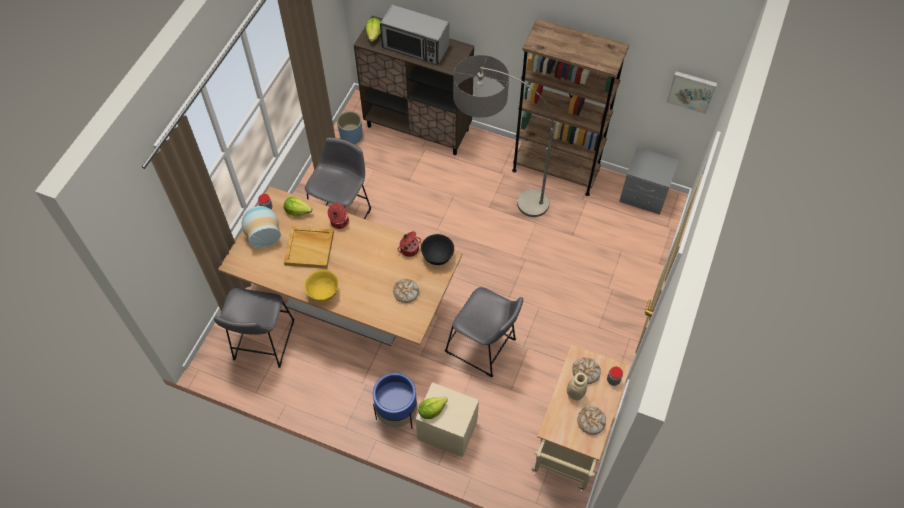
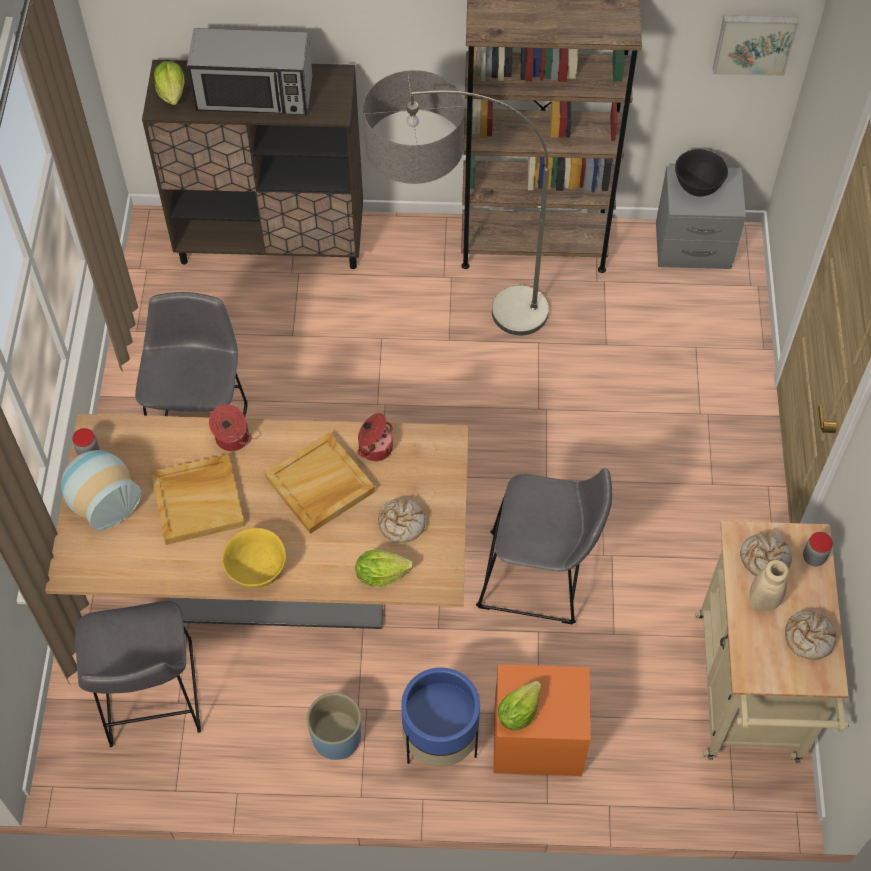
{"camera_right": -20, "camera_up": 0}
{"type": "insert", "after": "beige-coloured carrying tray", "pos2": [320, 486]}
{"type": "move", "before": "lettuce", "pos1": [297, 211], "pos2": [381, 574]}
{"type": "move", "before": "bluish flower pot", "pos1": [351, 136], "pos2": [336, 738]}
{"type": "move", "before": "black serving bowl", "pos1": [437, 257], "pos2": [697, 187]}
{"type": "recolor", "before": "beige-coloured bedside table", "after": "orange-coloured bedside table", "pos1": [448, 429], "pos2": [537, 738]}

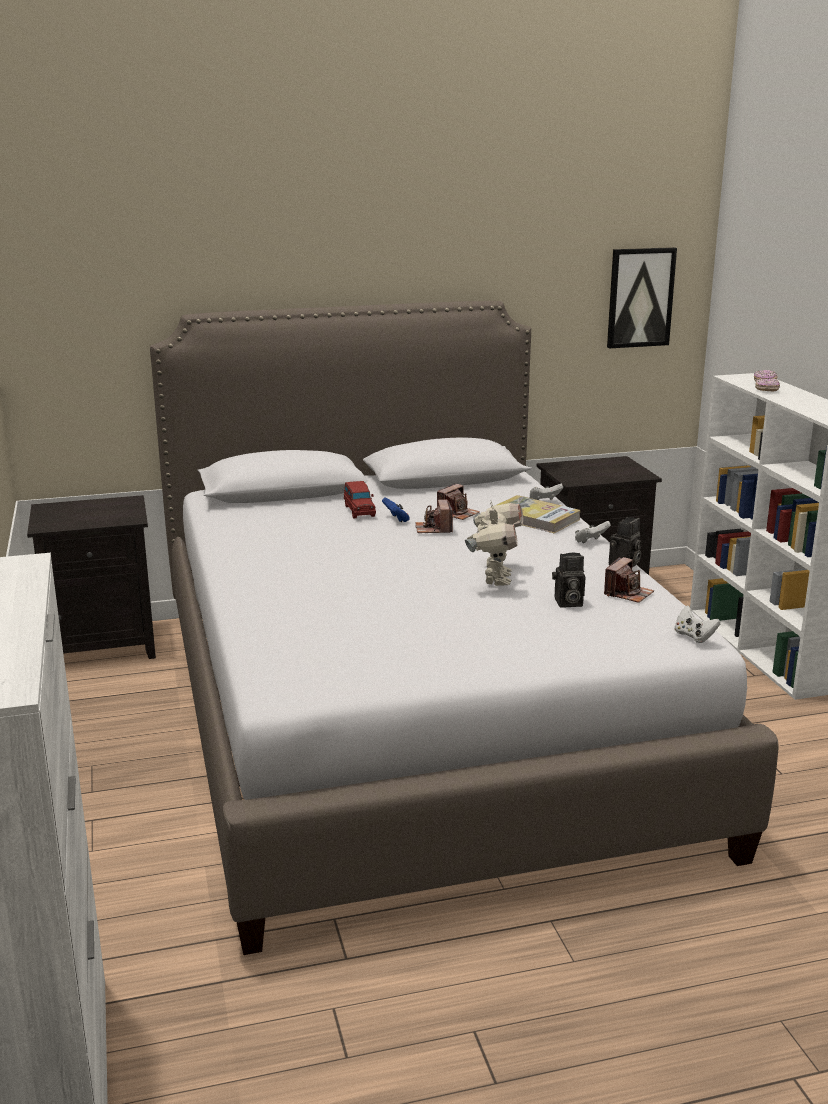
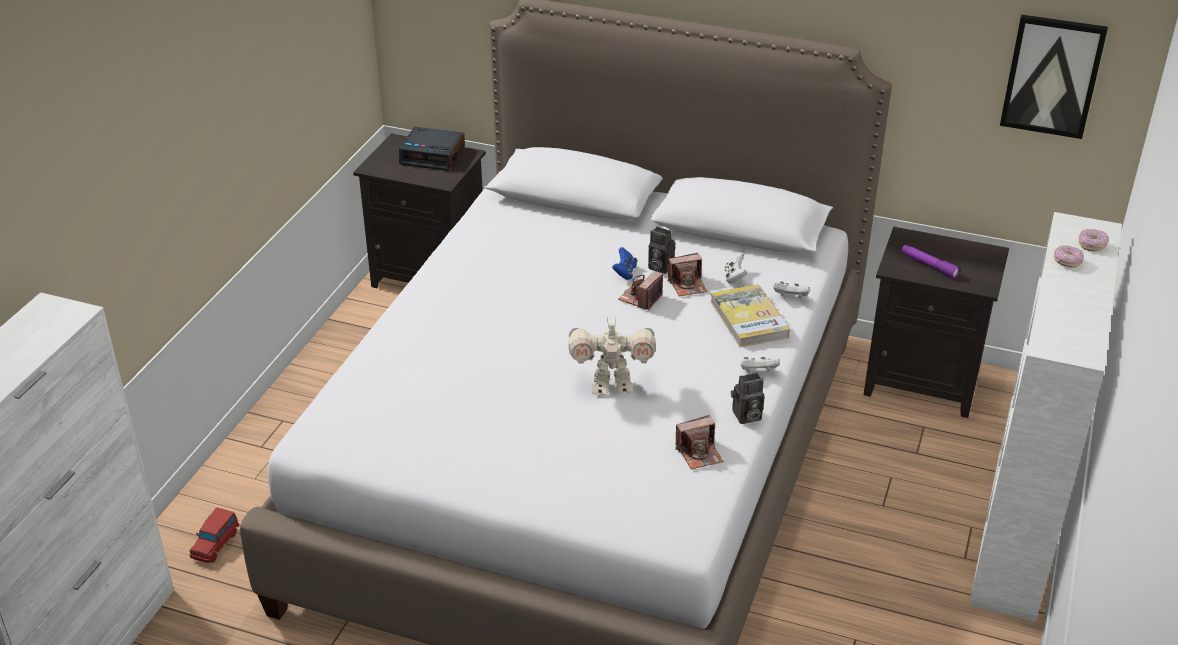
{"camera_right": 35, "camera_up": 15}
{"type": "insert", "after": "bedside clock", "pos2": [433, 155]}
{"type": "insert", "after": "purplish flashlight", "pos2": [928, 265]}
{"type": "move", "before": "red-coloured miniature car", "pos1": [359, 510], "pos2": [216, 544]}
{"type": "move", "before": "photo camera", "pos1": [567, 603], "pos2": [659, 267]}
{"type": "move", "before": "whitish gamepad", "pos1": [694, 636], "pos2": [734, 277]}
{"type": "rotate", "before": "robot figure", "pos1": [494, 579], "pos2": [611, 385], "turn": 45}

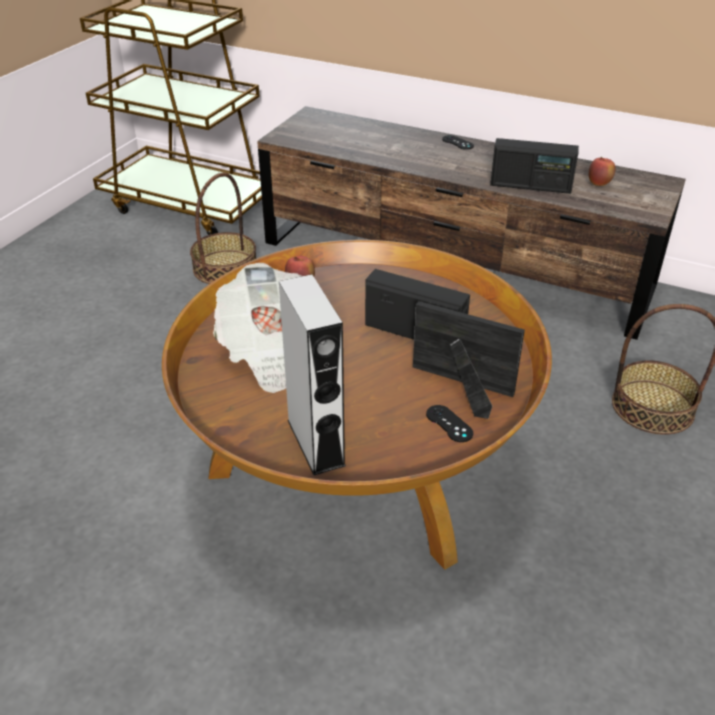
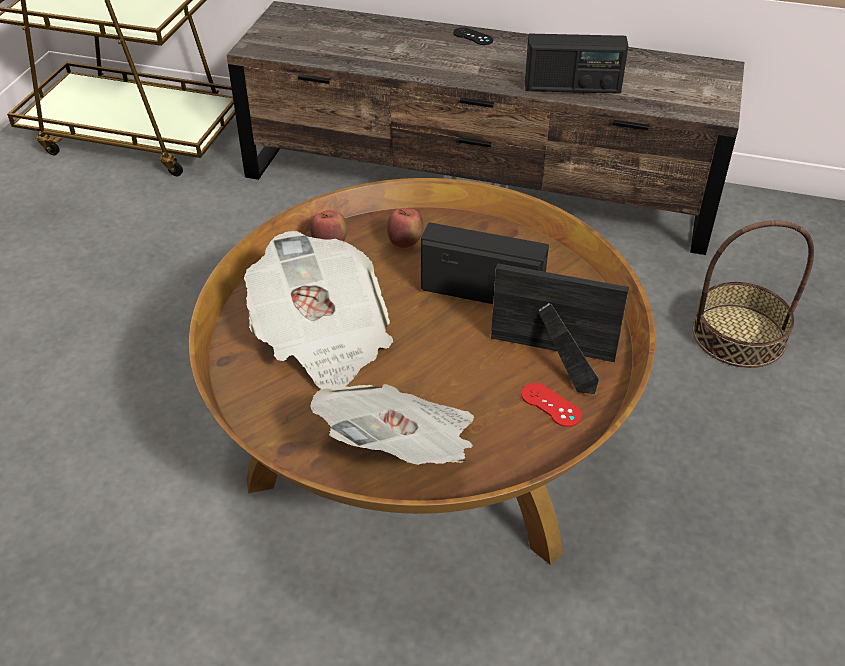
{"camera_right": -10, "camera_up": 5}
{"type": "delete", "before": "household basket", "pos1": [225, 268]}
{"type": "move", "before": "apple", "pos1": [599, 184], "pos2": [405, 243]}
{"type": "replace", "before": "gray loudspeaker", "after": "daily paper", "pos1": [315, 442], "pos2": [402, 449]}
{"type": "recolor", "before": "black gamepad", "after": "red-coloured gamepad", "pos1": [449, 424], "pos2": [550, 405]}

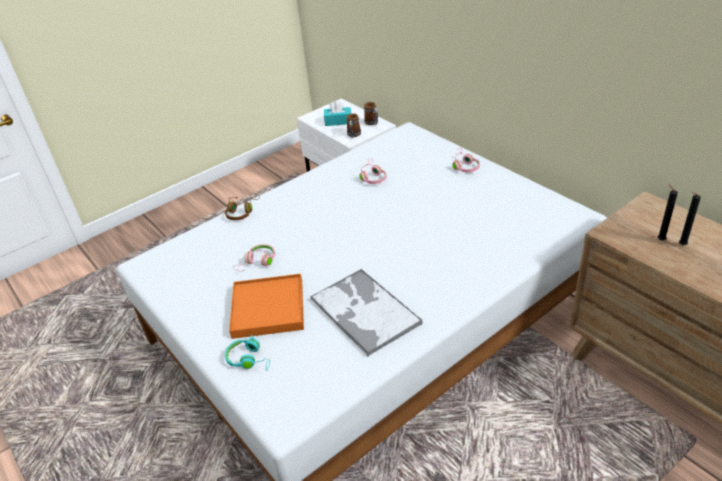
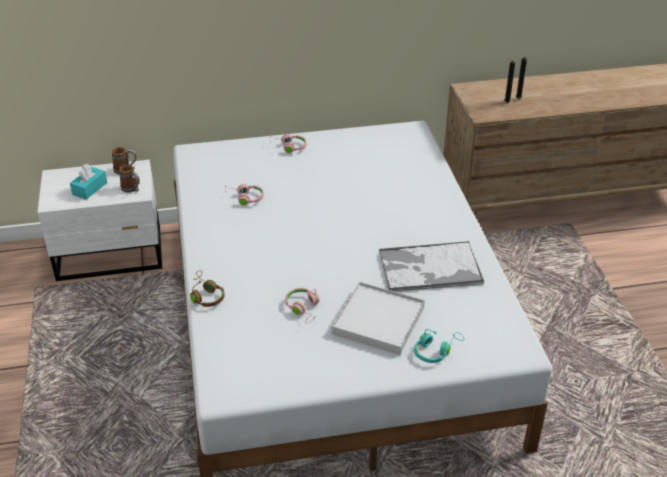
{"camera_right": -65, "camera_up": 0}
{"type": "recolor", "before": "orange-coloured carrying tray", "after": "whitish carrying tray", "pos1": [268, 309], "pos2": [378, 321]}

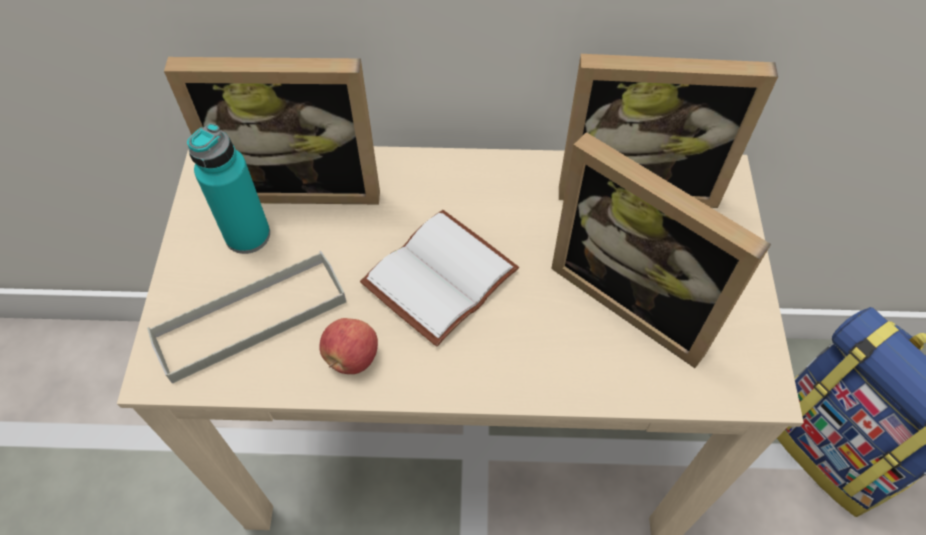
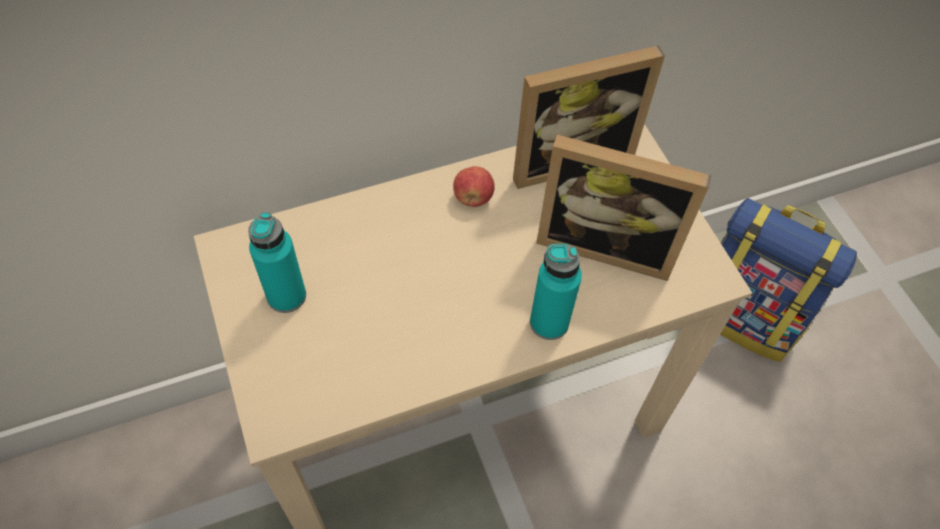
{"camera_right": -25, "camera_up": 0}
{"type": "delete", "before": "gray carrying tray", "pos1": [251, 319]}
{"type": "delete", "before": "picture frame", "pos1": [303, 182]}
{"type": "delete", "before": "whitish book", "pos1": [438, 274]}
{"type": "insert", "after": "blue-green beverage bottle", "pos2": [549, 323]}
{"type": "move", "before": "apple", "pos1": [351, 357], "pos2": [473, 198]}

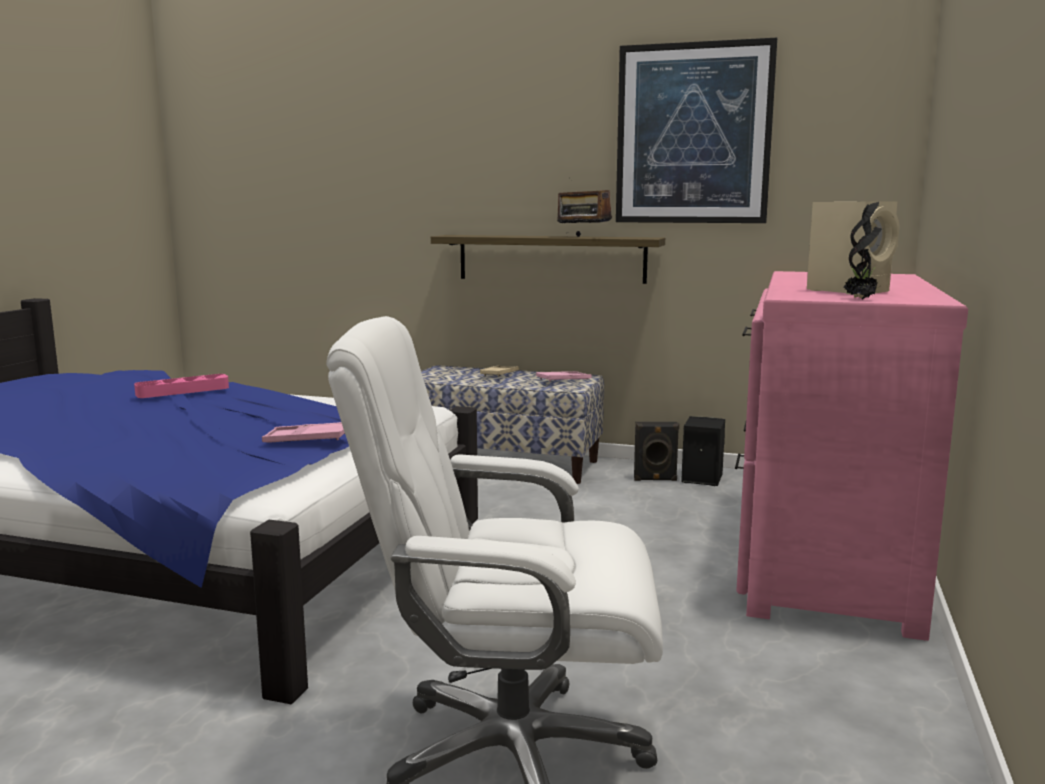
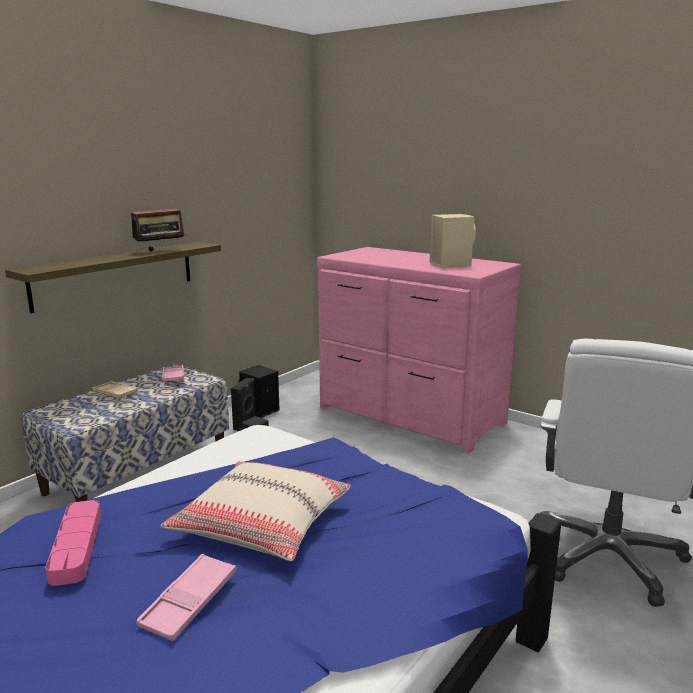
{"camera_right": -70, "camera_up": 5}
{"type": "delete", "before": "wall art", "pos1": [693, 134]}
{"type": "delete", "before": "potted plant", "pos1": [861, 299]}
{"type": "insert", "after": "beige-coloured cushion", "pos2": [261, 524]}
{"type": "move", "before": "pink carrying tray", "pos1": [307, 439], "pos2": [189, 602]}

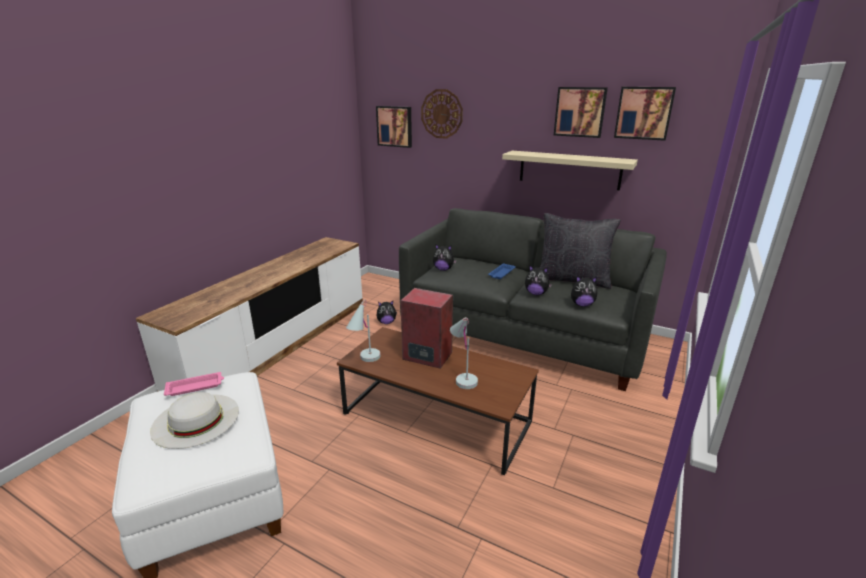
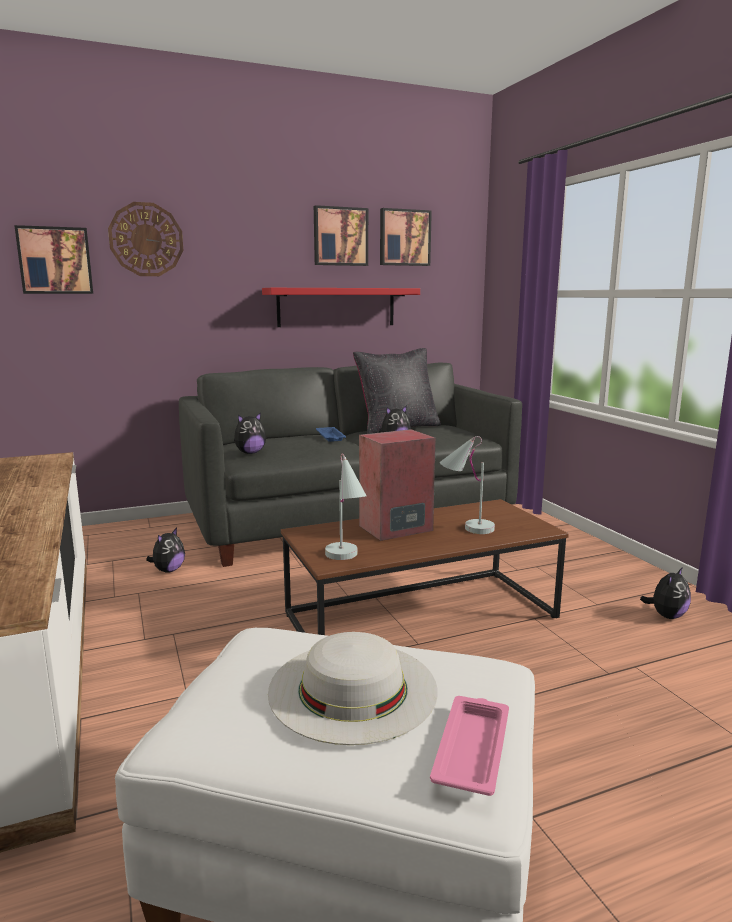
{"camera_right": -50, "camera_up": -10}
{"type": "move", "before": "pink carrying tray", "pos1": [195, 387], "pos2": [472, 749]}
{"type": "move", "before": "cuddly toy", "pos1": [582, 304], "pos2": [666, 616]}
{"type": "recolor", "before": "beige-coloured bracket shelf", "after": "red-coloured bracket shelf", "pos1": [569, 170], "pos2": [336, 307]}

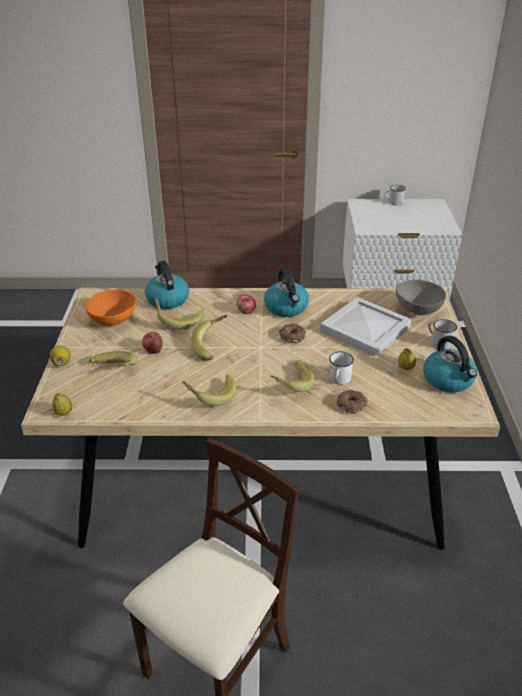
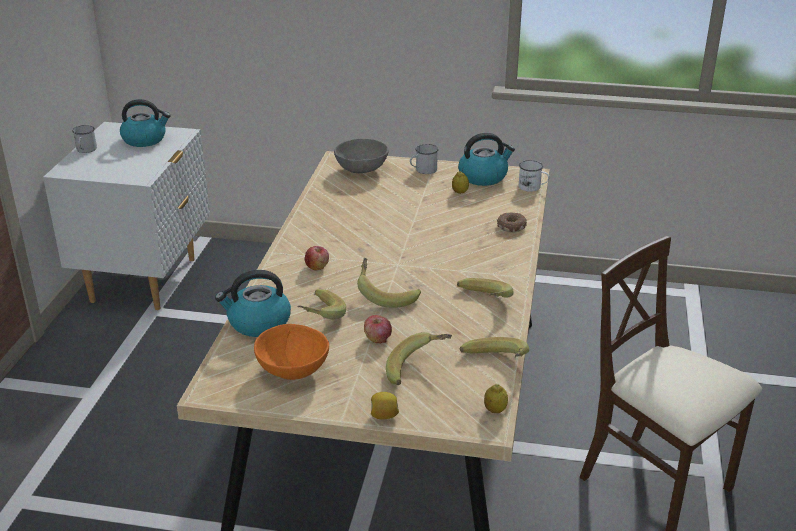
{"camera_right": -80, "camera_up": -5}
{"type": "delete", "before": "doughnut", "pos1": [292, 336]}
{"type": "delete", "before": "whitish carrying tray", "pos1": [366, 329]}
{"type": "move", "before": "kettle", "pos1": [286, 308], "pos2": [145, 139]}
{"type": "move", "before": "banana", "pos1": [290, 385], "pos2": [495, 365]}
{"type": "move", "before": "whitish coffee mug", "pos1": [339, 380], "pos2": [533, 187]}

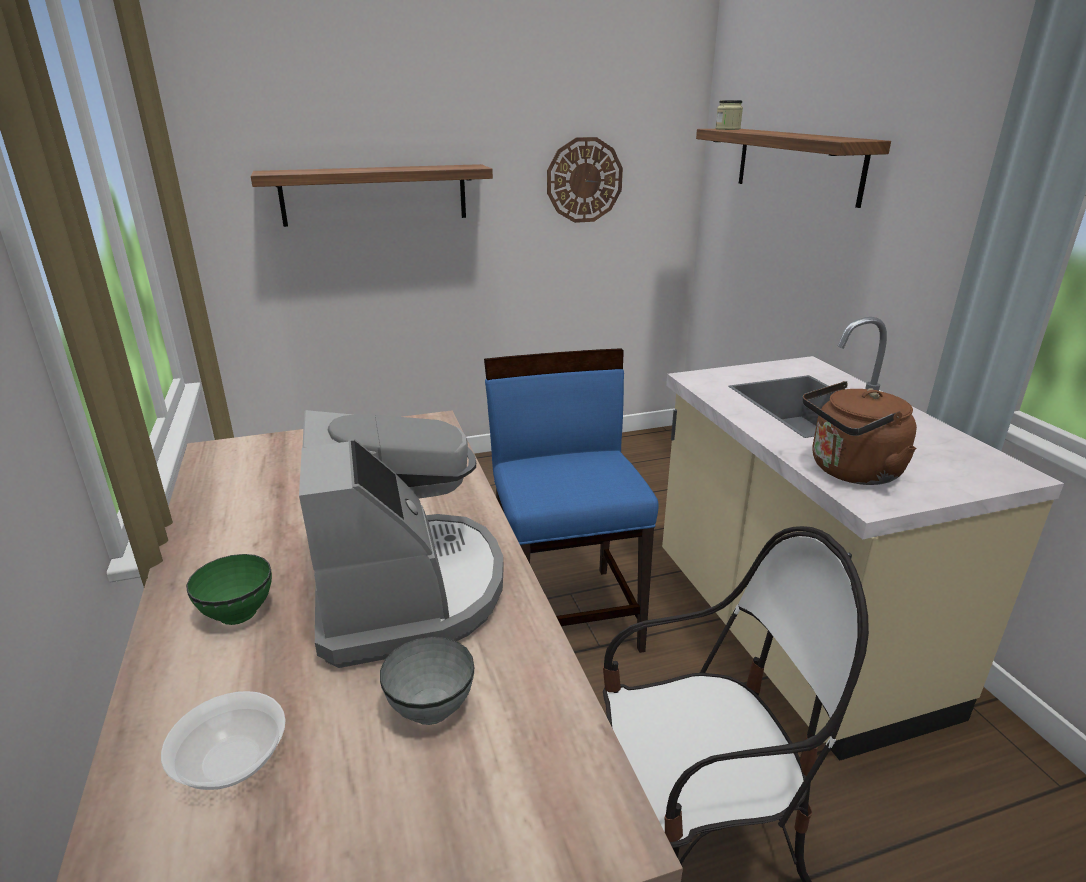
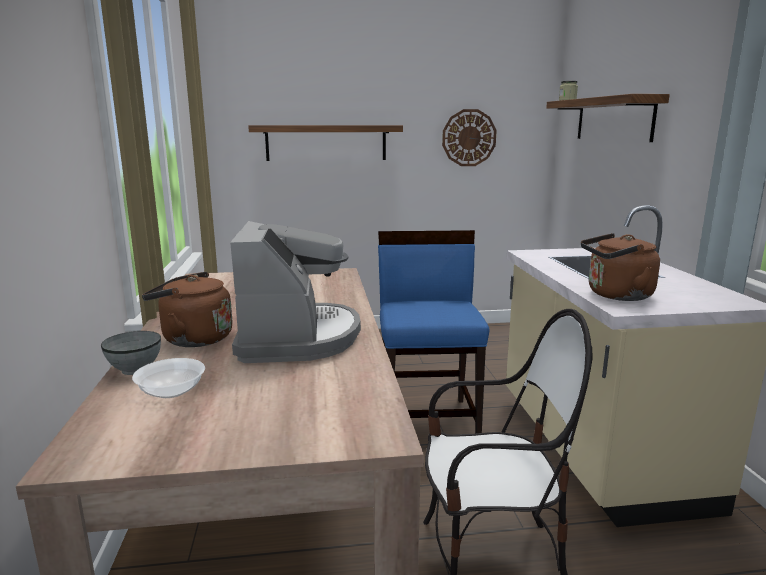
{"camera_right": 10, "camera_up": -10}
{"type": "move", "before": "gray serving bowl", "pos1": [431, 707], "pos2": [135, 369]}
{"type": "replace", "before": "green serving bowl", "after": "brown kettle", "pos1": [237, 612], "pos2": [193, 339]}

